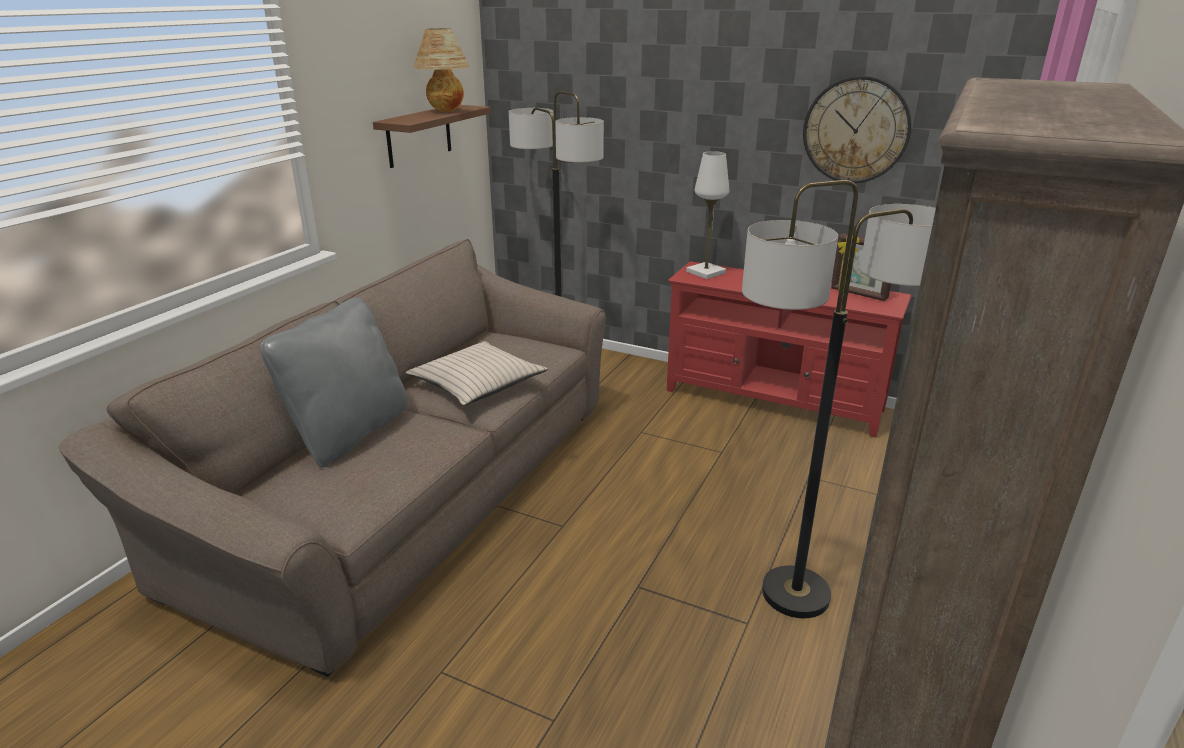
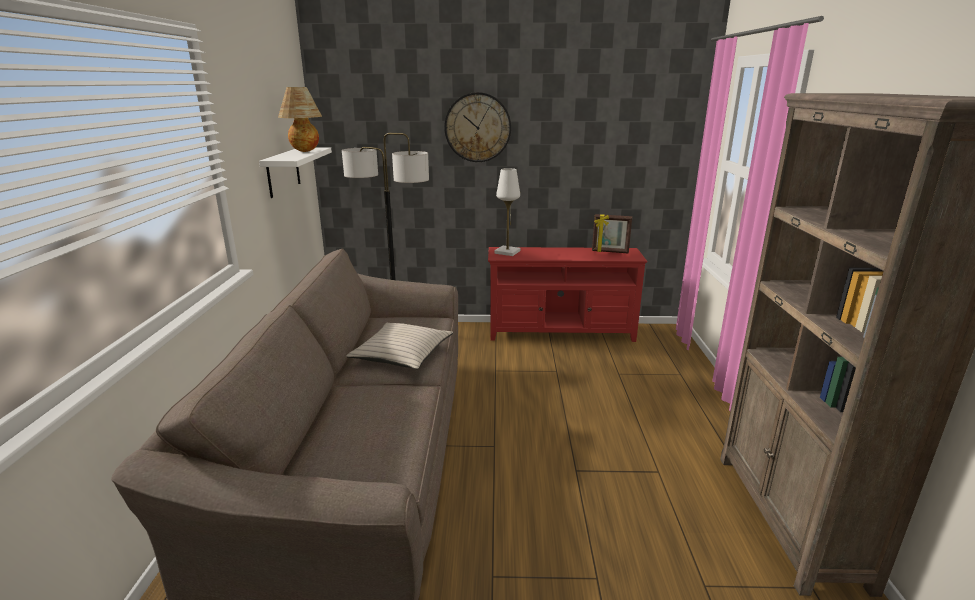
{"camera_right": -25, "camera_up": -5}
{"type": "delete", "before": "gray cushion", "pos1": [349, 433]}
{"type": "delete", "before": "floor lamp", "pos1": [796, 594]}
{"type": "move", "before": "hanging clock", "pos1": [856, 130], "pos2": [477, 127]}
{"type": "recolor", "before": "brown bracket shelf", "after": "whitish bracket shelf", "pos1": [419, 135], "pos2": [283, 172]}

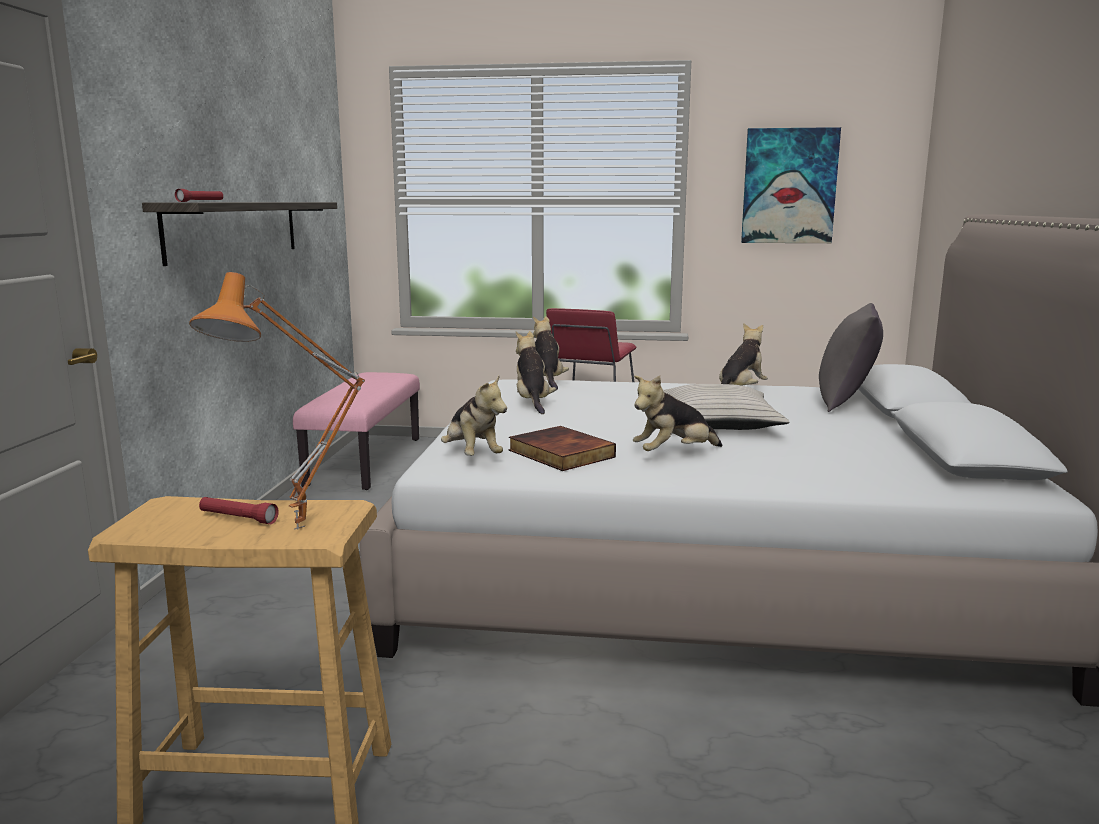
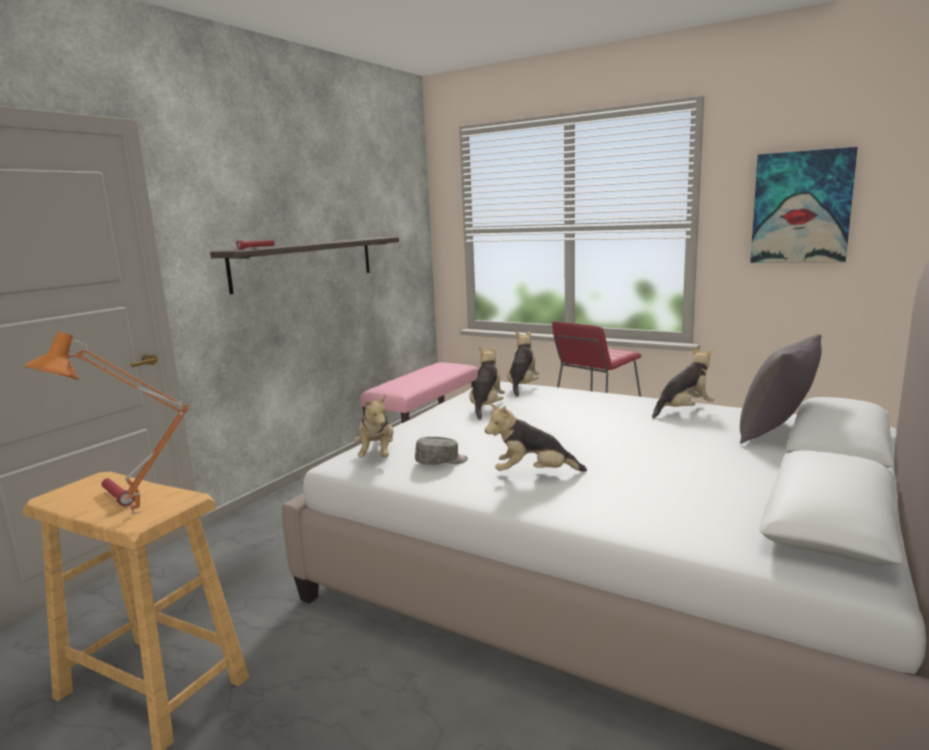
{"camera_right": 25, "camera_up": 0}
{"type": "delete", "before": "beige-coloured cushion", "pos1": [718, 422]}
{"type": "replace", "before": "book", "after": "gray peaked cap", "pos1": [559, 454], "pos2": [442, 461]}

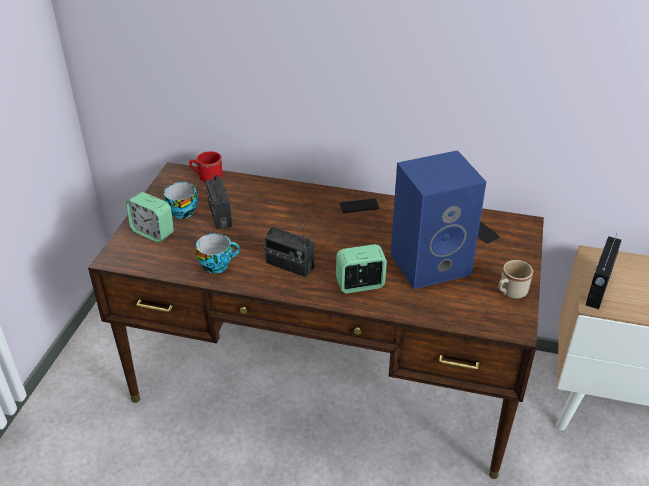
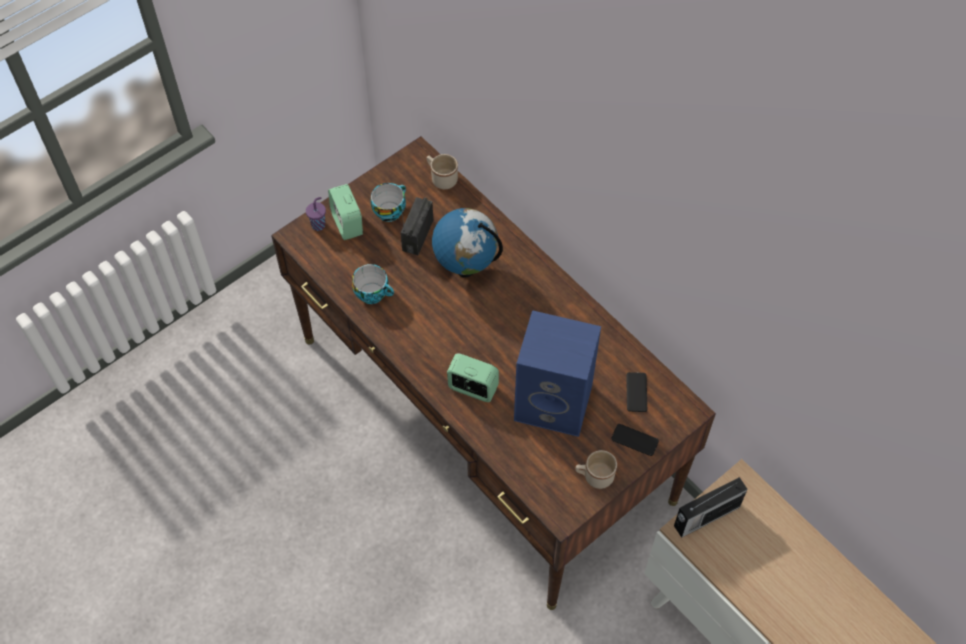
{"camera_right": 35, "camera_up": 20}
{"type": "delete", "before": "radio set", "pos1": [289, 265]}
{"type": "insert", "after": "purplish drinking cup", "pos2": [319, 224]}
{"type": "insert", "after": "world globe", "pos2": [465, 268]}
{"type": "move", "before": "phone", "pos1": [359, 206], "pos2": [634, 440]}
{"type": "recolor", "before": "red-coloured coffee mug", "after": "beige-coloured coffee mug", "pos1": [207, 177], "pos2": [441, 178]}

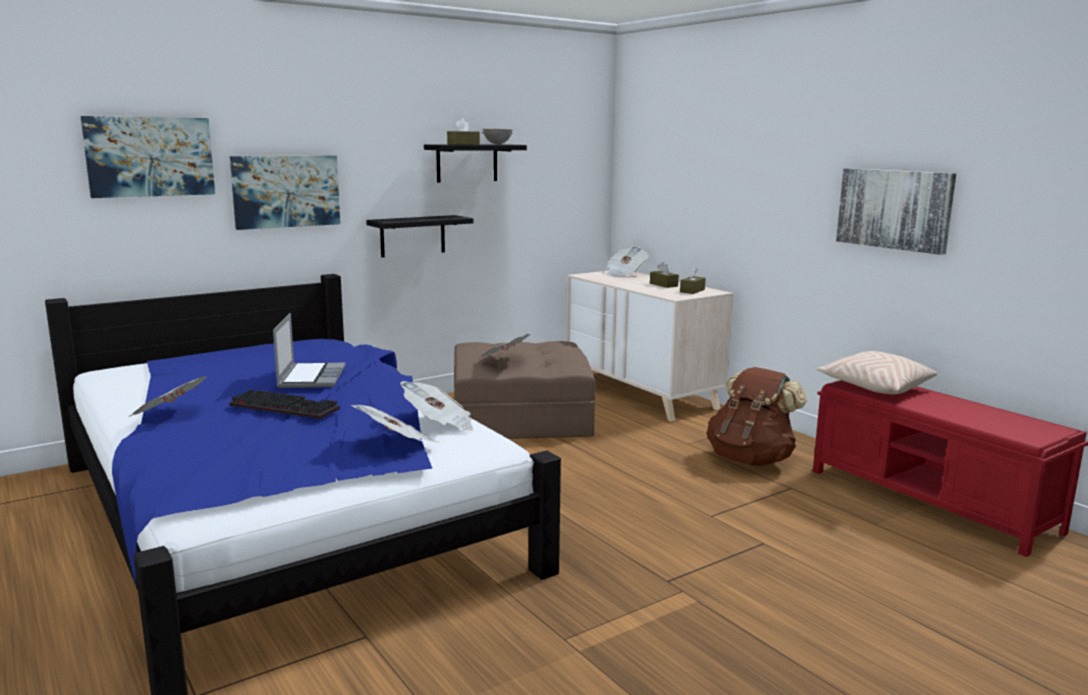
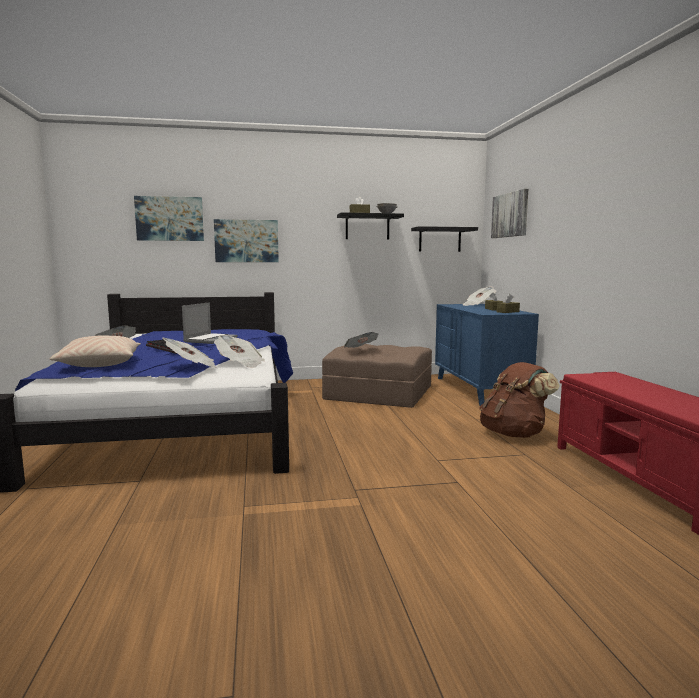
{"camera_right": 25, "camera_up": -5}
{"type": "move", "before": "black bracket shelf", "pos1": [412, 236], "pos2": [440, 240]}
{"type": "move", "before": "beige-coloured cushion", "pos1": [874, 387], "pos2": [100, 364]}
{"type": "move", "before": "wall art", "pos1": [894, 209], "pos2": [510, 215]}
{"type": "recolor", "before": "beige-coloured dresser", "after": "bluish dresser", "pos1": [641, 394], "pos2": [479, 390]}

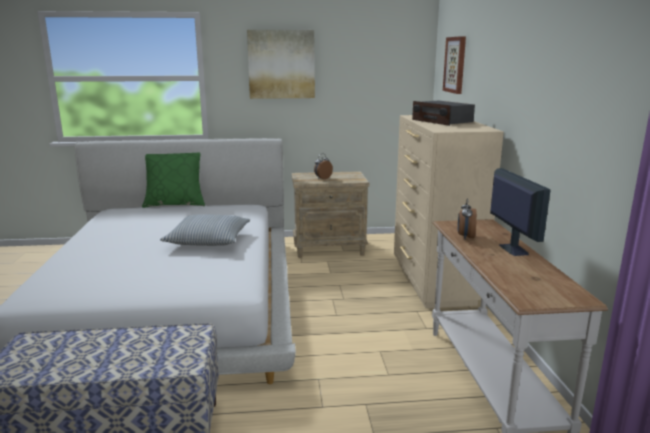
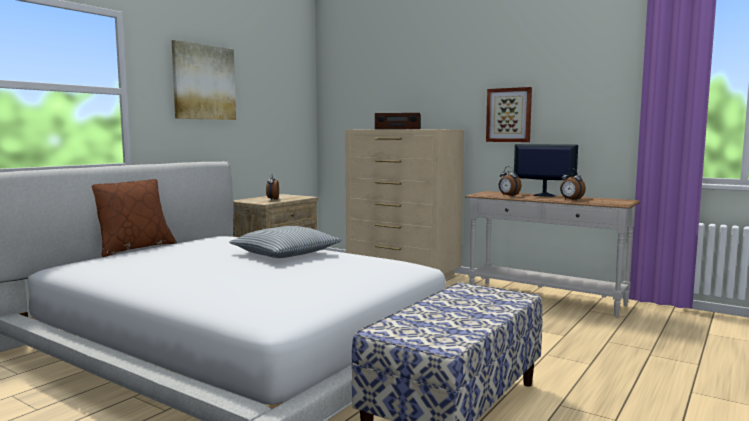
{"camera_right": -50, "camera_up": -10}
{"type": "insert", "after": "bedside clock", "pos2": [571, 200]}
{"type": "move", "before": "wall art", "pos1": [455, 65], "pos2": [509, 115]}
{"type": "recolor", "before": "green cushion", "after": "brown cushion", "pos1": [175, 204], "pos2": [134, 248]}

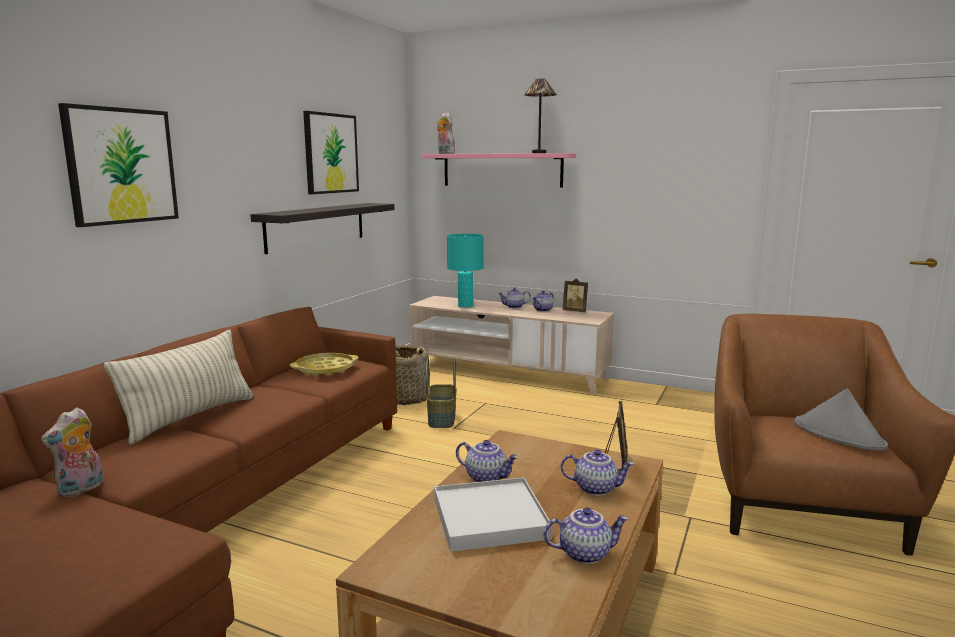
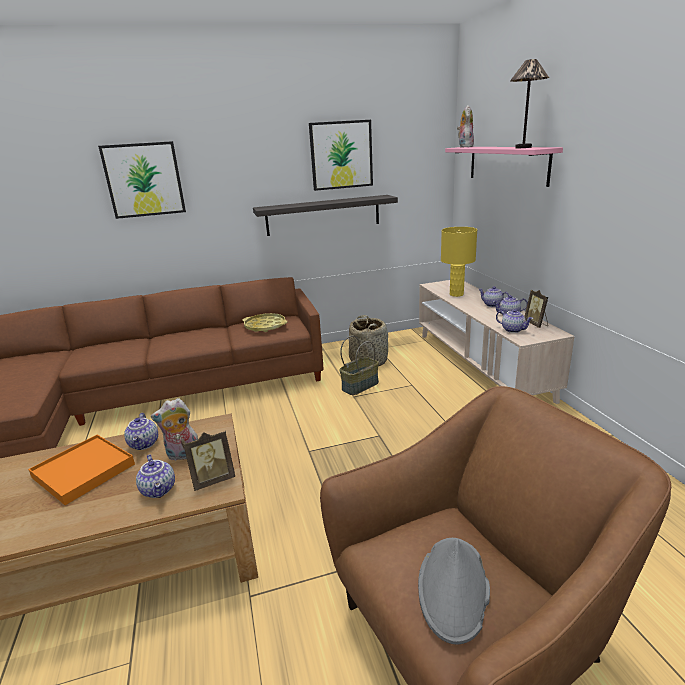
{"camera_right": 50, "camera_up": 10}
{"type": "delete", "before": "cushion", "pos1": [190, 417]}
{"type": "move", "before": "cuddly toy", "pos1": [81, 489], "pos2": [182, 455]}
{"type": "move", "before": "pot for tea", "pos1": [585, 553], "pos2": [513, 330]}
{"type": "recolor", "before": "whitish carrying tray", "after": "orange-coloured carrying tray", "pos1": [490, 518], "pos2": [84, 471]}
{"type": "recolor", "before": "blue-green lamp for a table", "after": "yellowish lamp for a table", "pos1": [465, 305], "pos2": [456, 294]}

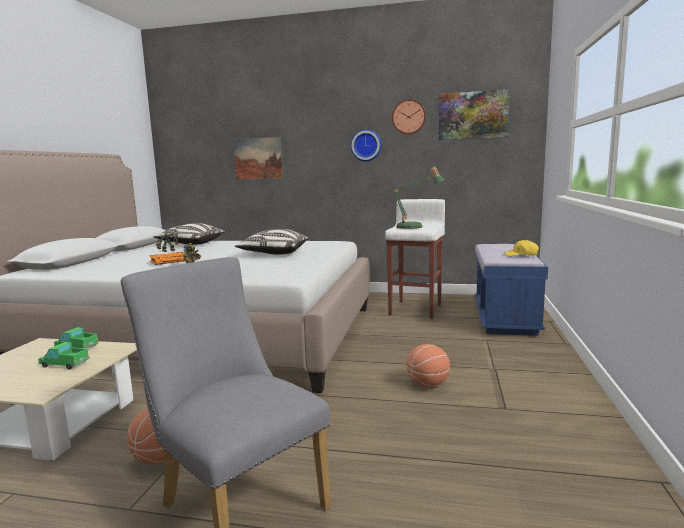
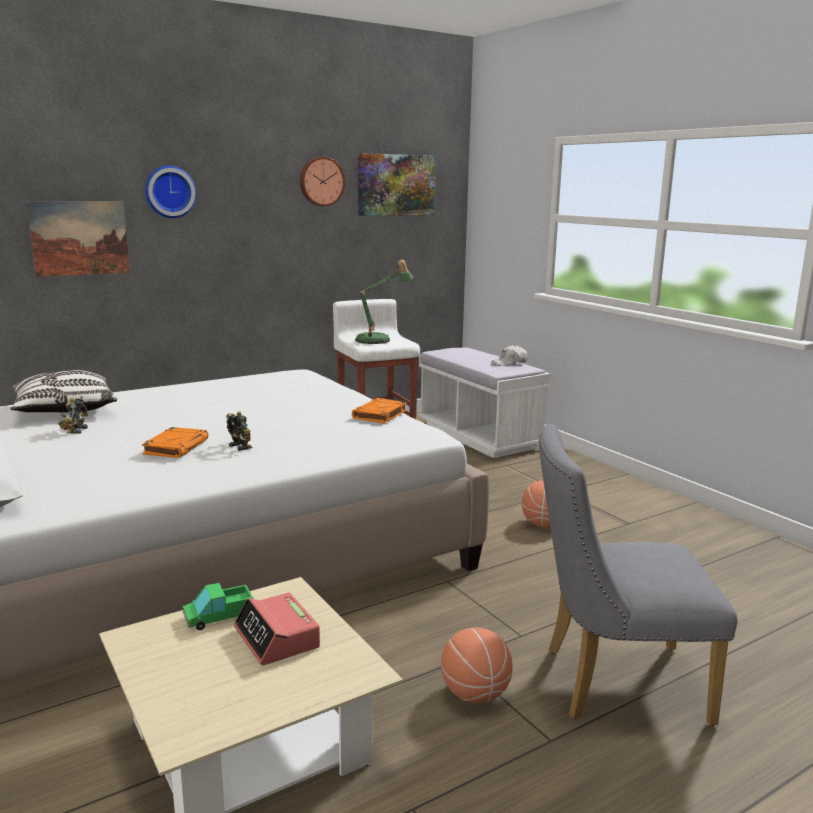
{"camera_right": -45, "camera_up": 5}
{"type": "delete", "before": "cushion", "pos1": [274, 253]}
{"type": "insert", "after": "orange-coloured book", "pos2": [379, 415]}
{"type": "move", "before": "hanging clock", "pos1": [366, 145], "pos2": [169, 192]}
{"type": "replace", "before": "model truck", "after": "bedside clock", "pos1": [64, 364], "pos2": [277, 638]}
{"type": "recolor", "before": "bluish long seat", "after": "whitish long seat", "pos1": [505, 318], "pos2": [478, 437]}
{"type": "recolor", "before": "yellowish peaked cap", "after": "whitish peaked cap", "pos1": [521, 255], "pos2": [509, 362]}

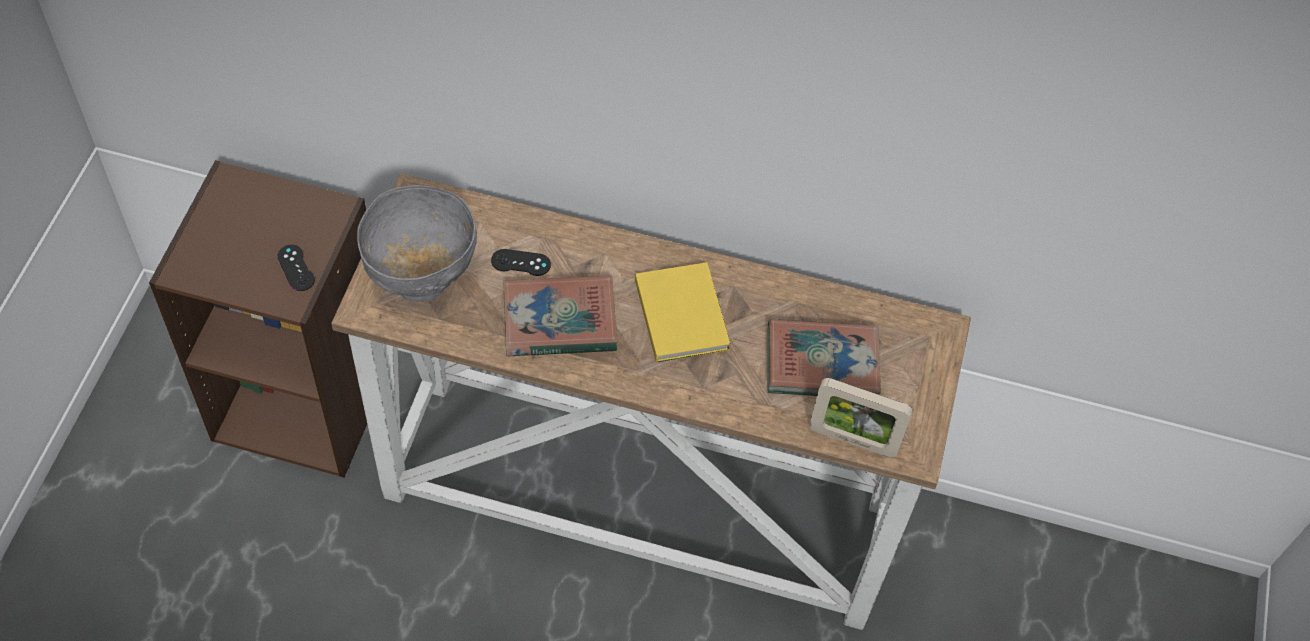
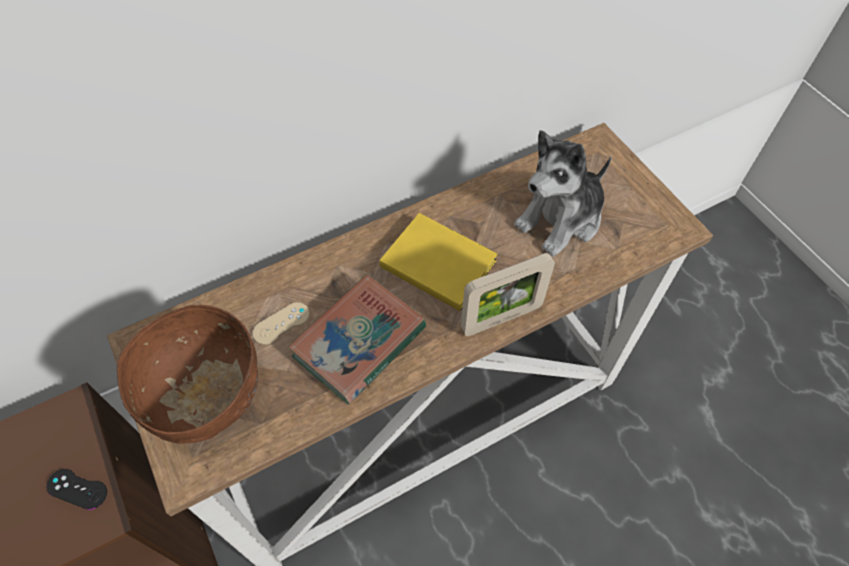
{"camera_right": -40, "camera_up": 0}
{"type": "move", "before": "picture frame", "pos1": [852, 440], "pos2": [501, 318]}
{"type": "replace", "before": "book", "after": "cuddly toy", "pos1": [821, 363], "pos2": [561, 219]}
{"type": "recolor", "before": "gray serving bowl", "after": "brown serving bowl", "pos1": [421, 280], "pos2": [212, 405]}
{"type": "recolor", "before": "black gamepad", "after": "beige-coloured gamepad", "pos1": [520, 263], "pos2": [281, 323]}

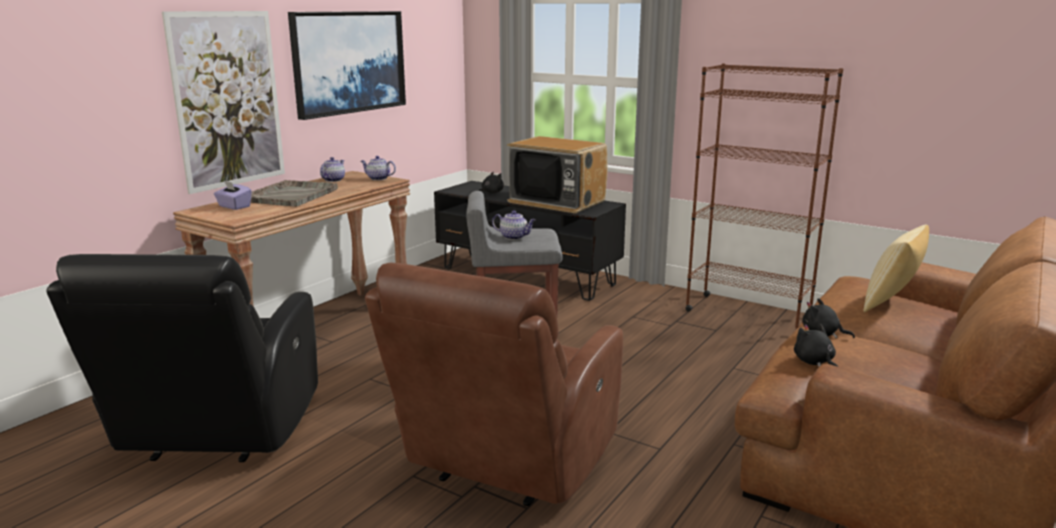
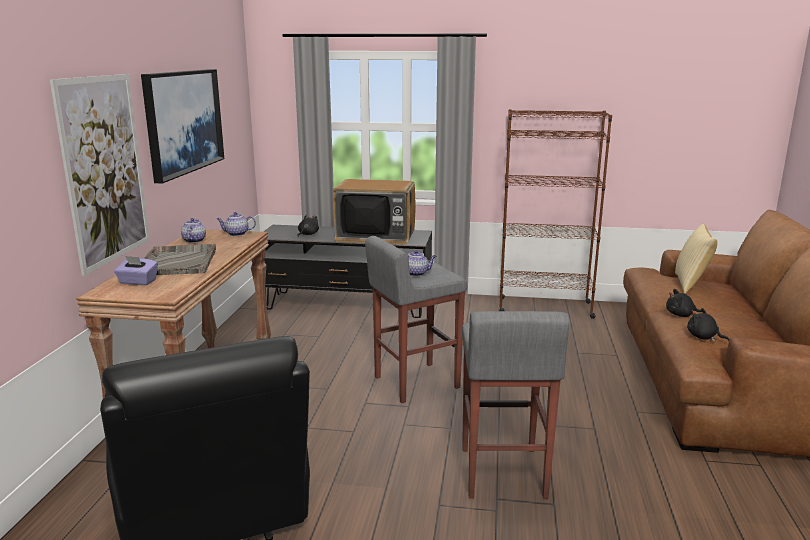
{"camera_right": -25, "camera_up": 0}
{"type": "replace", "before": "brown easy chair", "after": "gray stool seat", "pos1": [506, 464], "pos2": [501, 473]}

